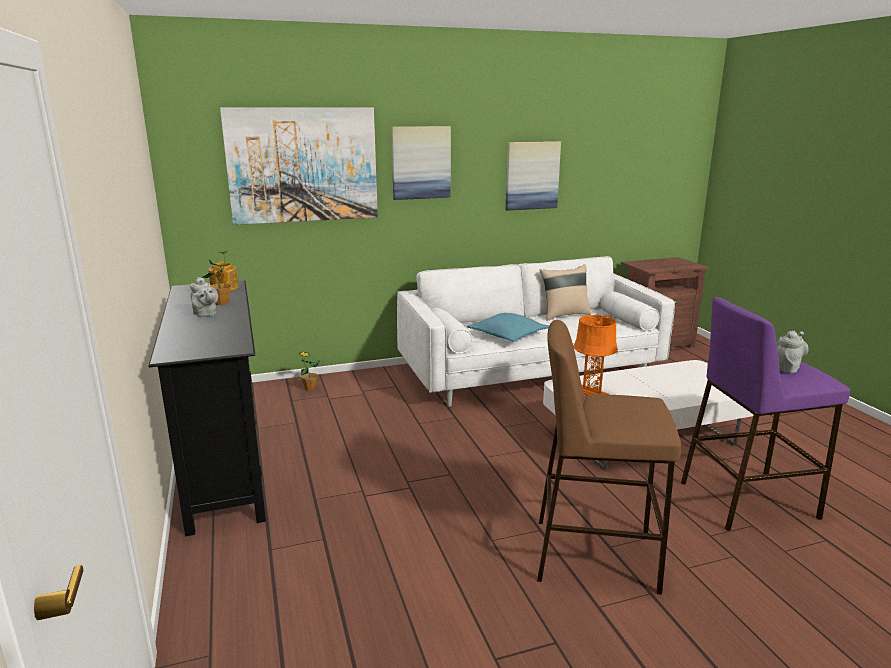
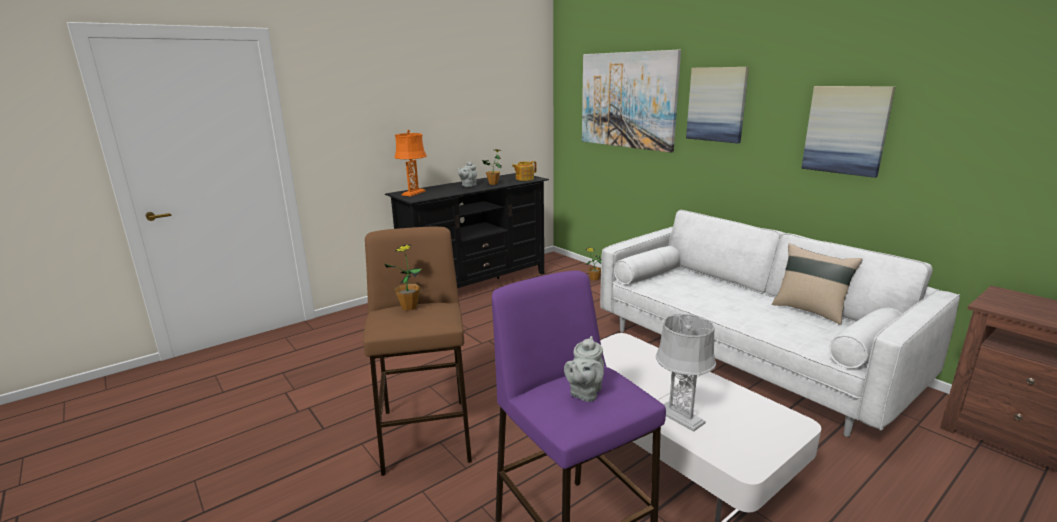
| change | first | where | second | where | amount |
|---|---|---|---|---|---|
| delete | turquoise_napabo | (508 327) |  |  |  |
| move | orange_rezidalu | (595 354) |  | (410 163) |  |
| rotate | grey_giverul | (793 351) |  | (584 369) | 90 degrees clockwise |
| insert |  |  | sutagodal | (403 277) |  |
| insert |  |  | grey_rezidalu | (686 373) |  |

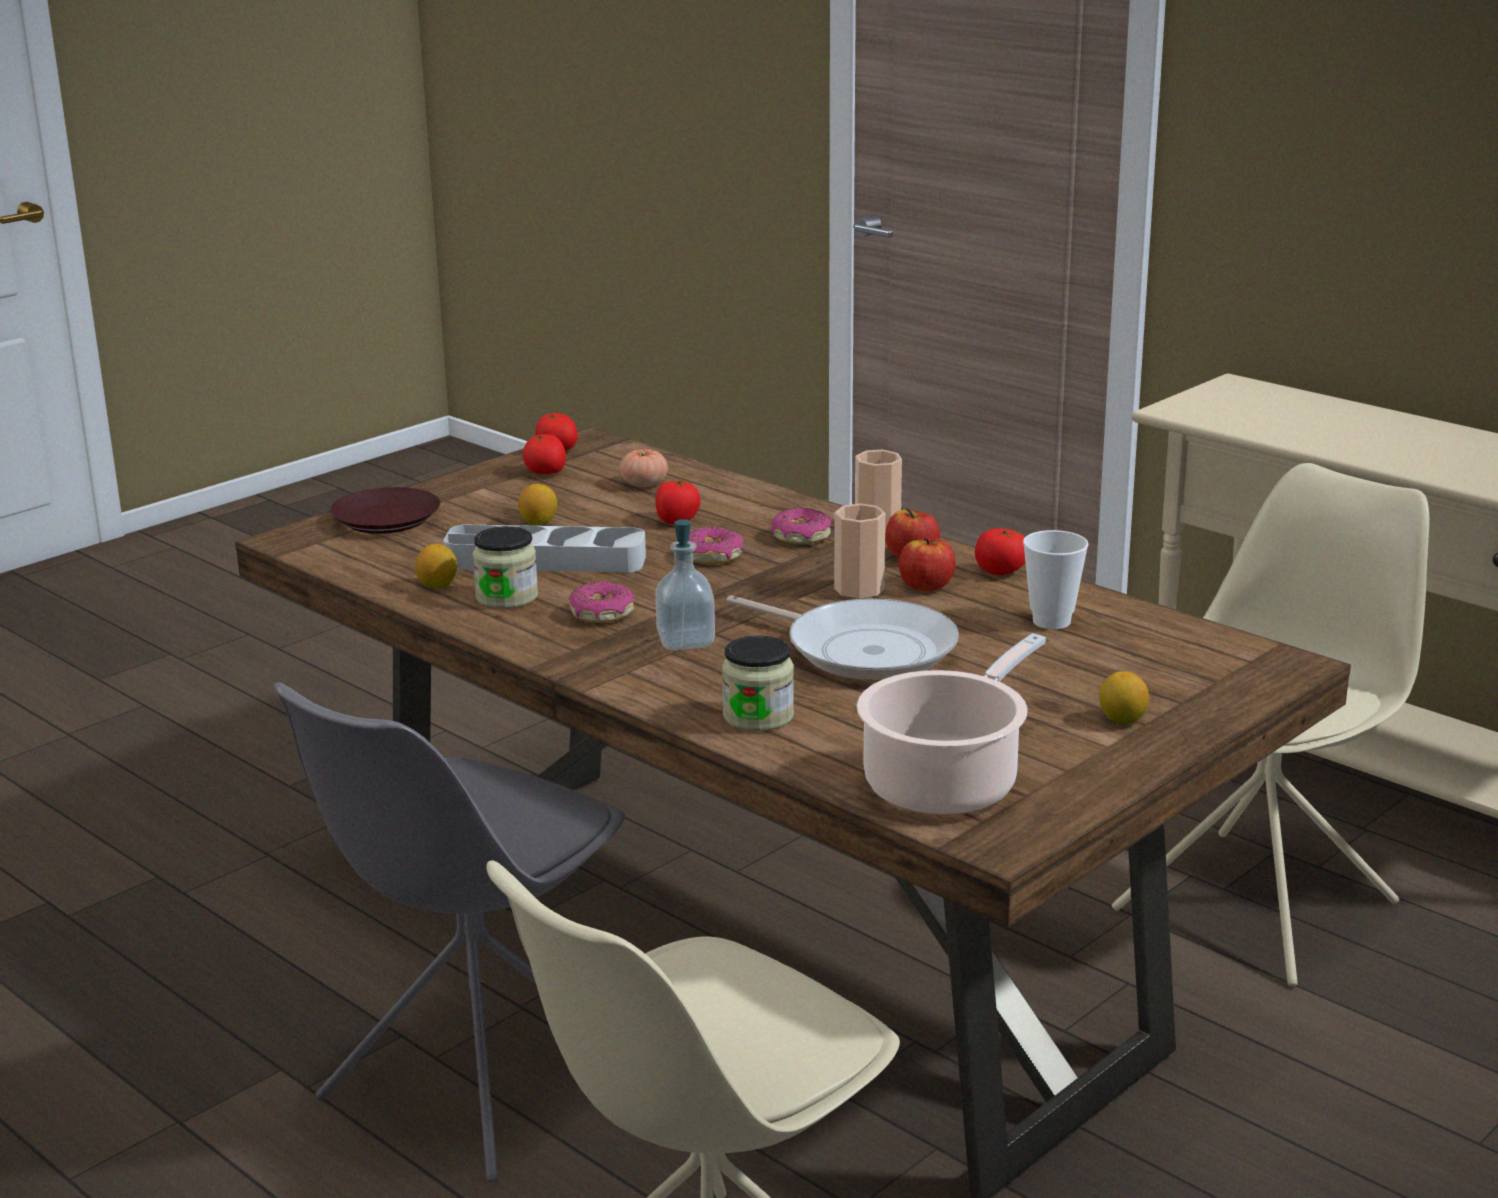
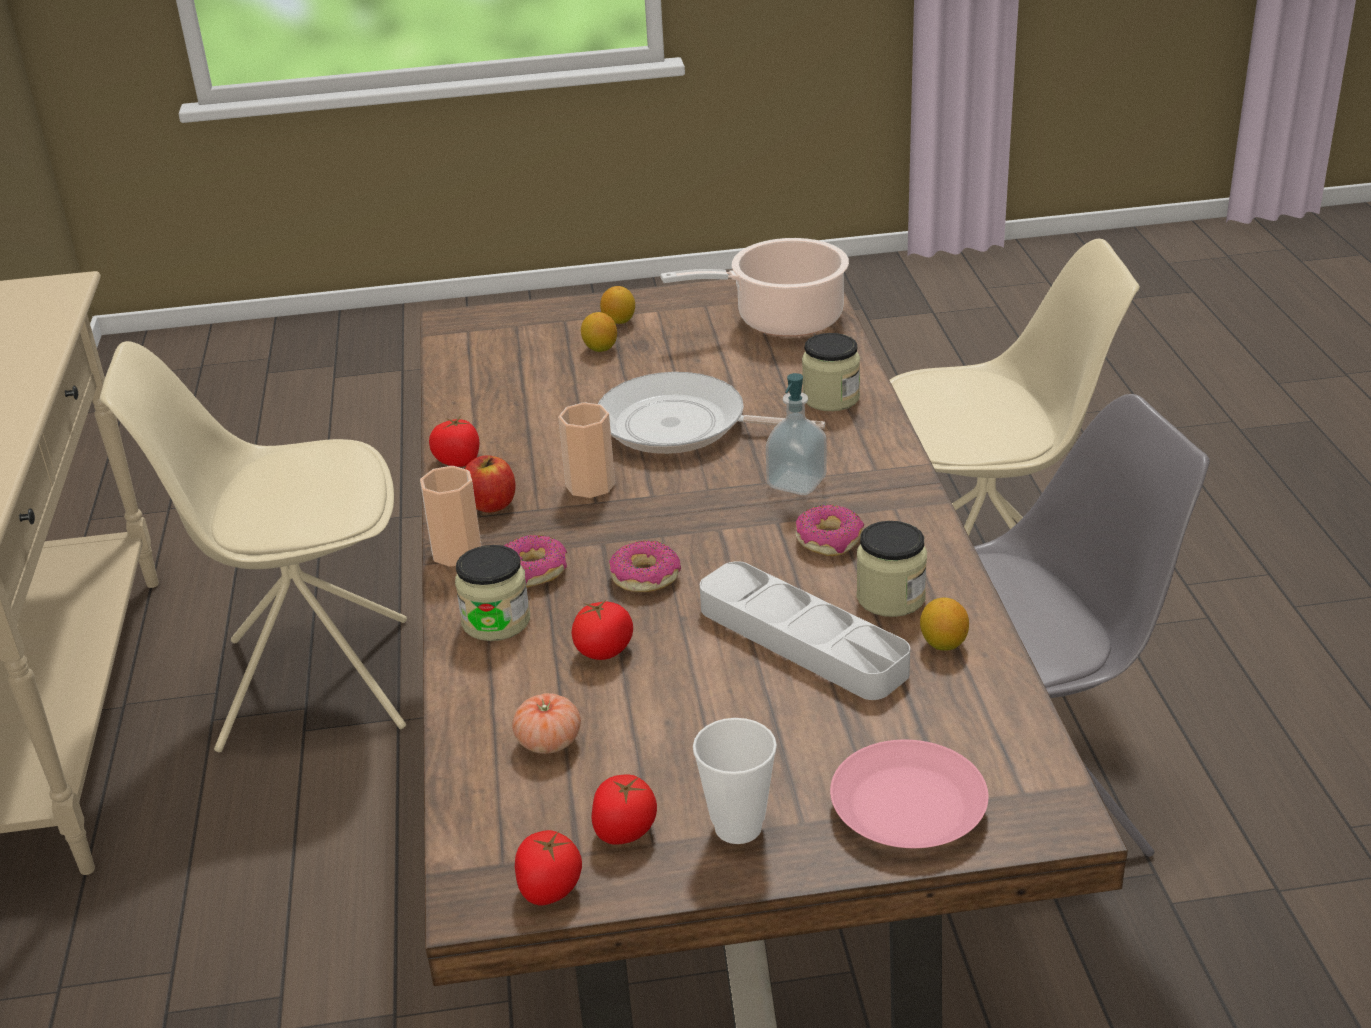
| change | first | where | second | where | amount |
|---|---|---|---|---|---|
| recolor | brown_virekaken | (385 510) | pink_virekaken | (909 794) |  |
| move | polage | (537 504) |  | (599 332) |  |
| rotate | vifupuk | (843 637) |  | (711 413) | 60 degrees counterclockwise |
| delete | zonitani | (927 565) |  |  |  |
| move | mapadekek | (1056 579) |  | (735 781) |  |
| insert |  |  | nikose | (492 593) |  |

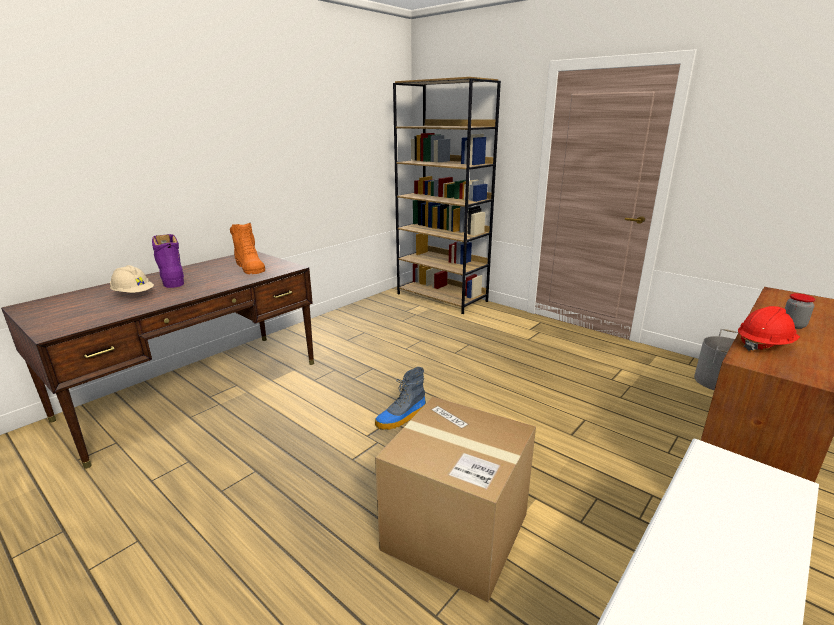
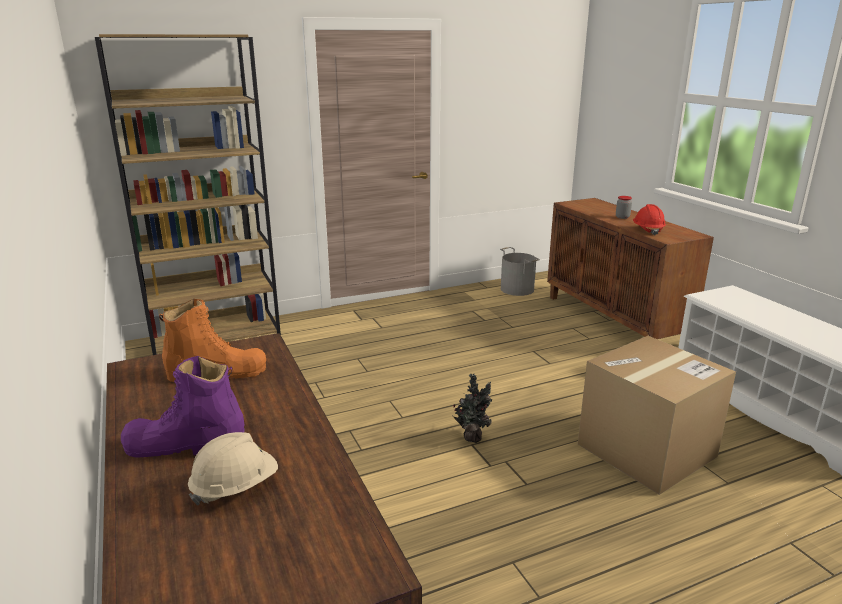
| change | first | where | second | where | amount |
|---|---|---|---|---|---|
| replace | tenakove | (400 398) | sutagodal | (472 408) |  |

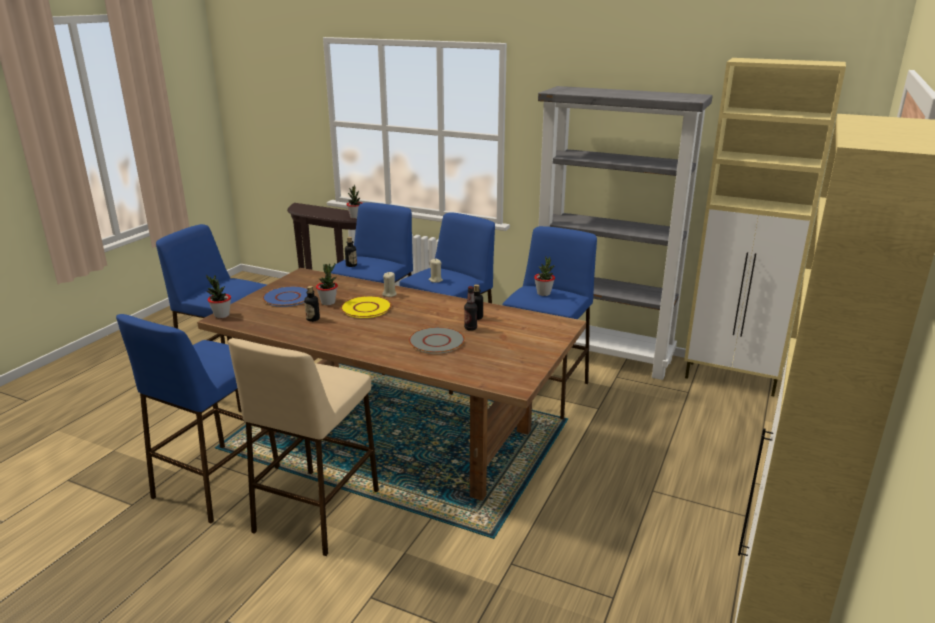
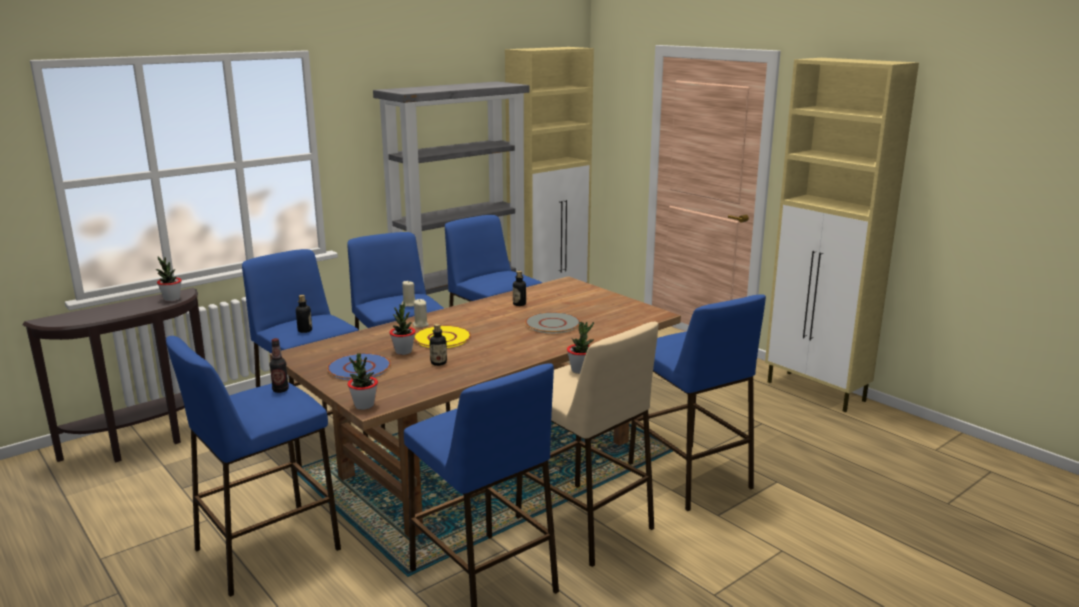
| change | first | where | second | where | amount |
|---|---|---|---|---|---|
| move | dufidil | (470 308) |  | (279 365) |  |
| move | sutagodal | (544 276) |  | (580 348) |  |
| insert |  |  | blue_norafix | (697 402) |  |

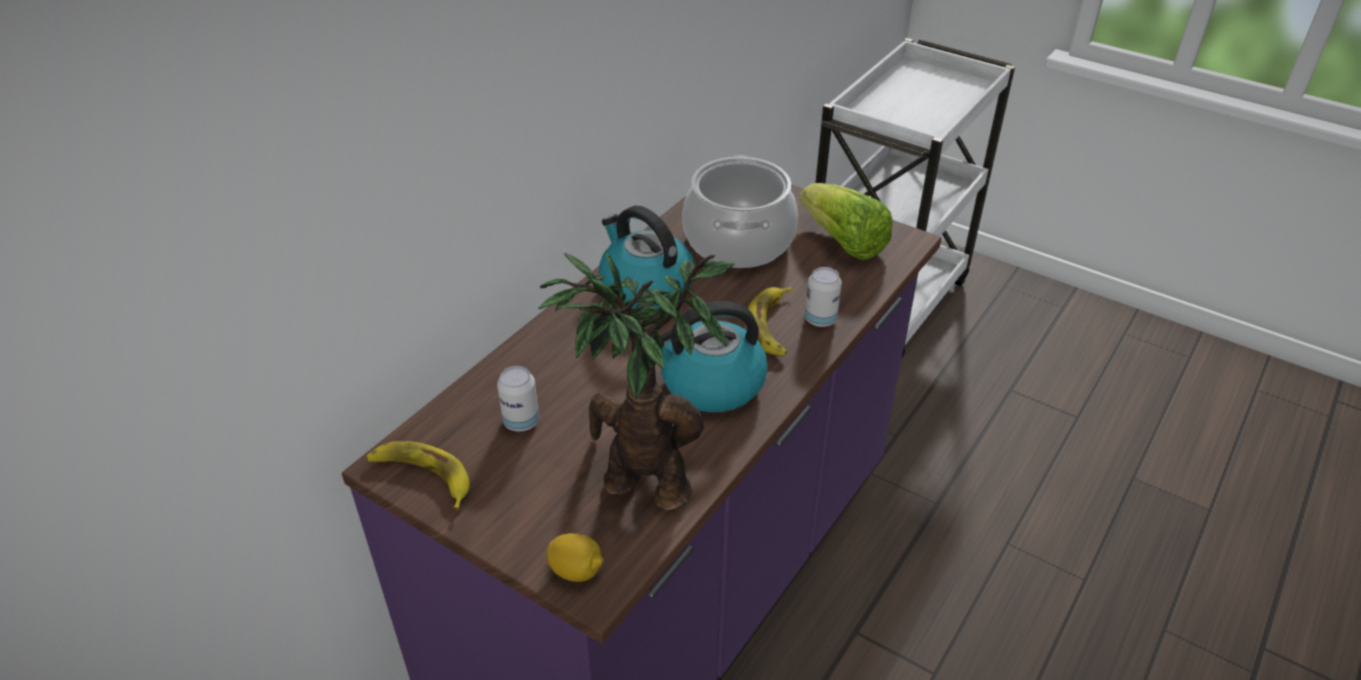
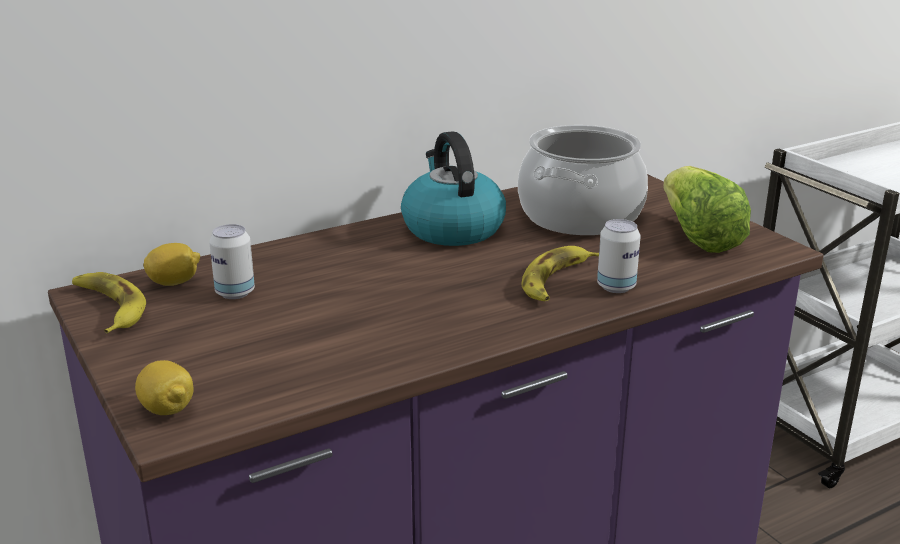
| change | first | where | second | where | amount |
|---|---|---|---|---|---|
| delete | sutagodal | (636 381) |  |  |  |
| delete | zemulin | (714 357) |  |  |  |
| insert |  |  | polage | (171 264) |  |

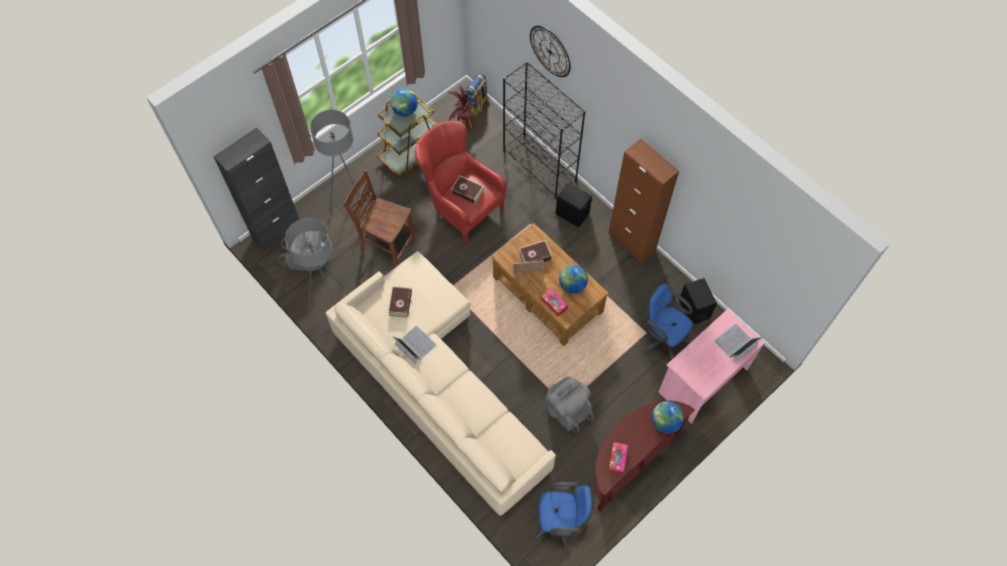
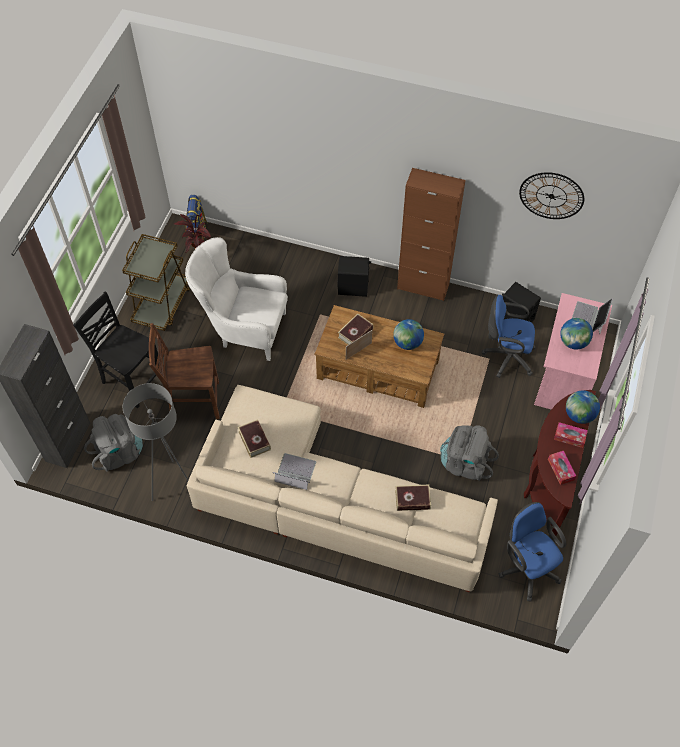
| change | first | where | second | where | amount |
|---|---|---|---|---|---|
| replace | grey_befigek | (338 161) | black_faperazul | (118 349) |  |
| move | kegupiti | (404 102) |  | (576 334) |  |
| recolor | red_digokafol | (460 182) | white_digokafol | (236 299) |  |
| move | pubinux | (467 190) |  | (413 498) |  |
| delete | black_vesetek | (544 130) |  |  |  |
| move | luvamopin | (550 51) |  | (551 195) |  |
| rotate | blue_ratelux | (562 516) |  | (532 552) | 90 degrees counterclockwise |
| move | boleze | (554 303) |  | (571 435) |  |

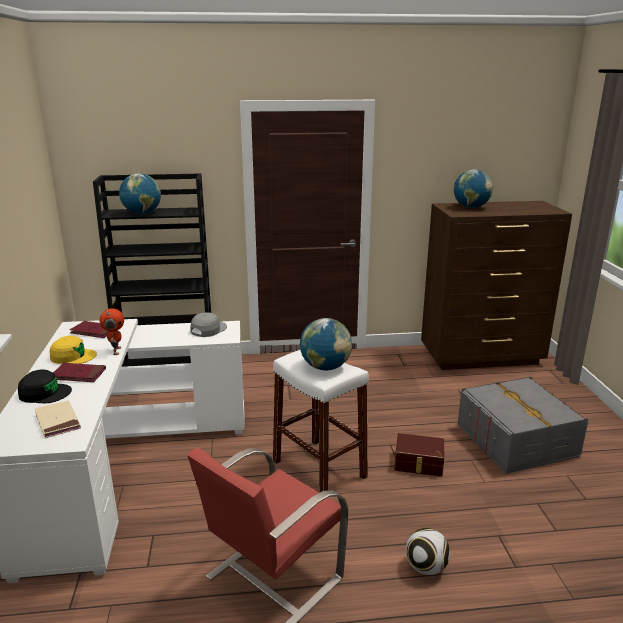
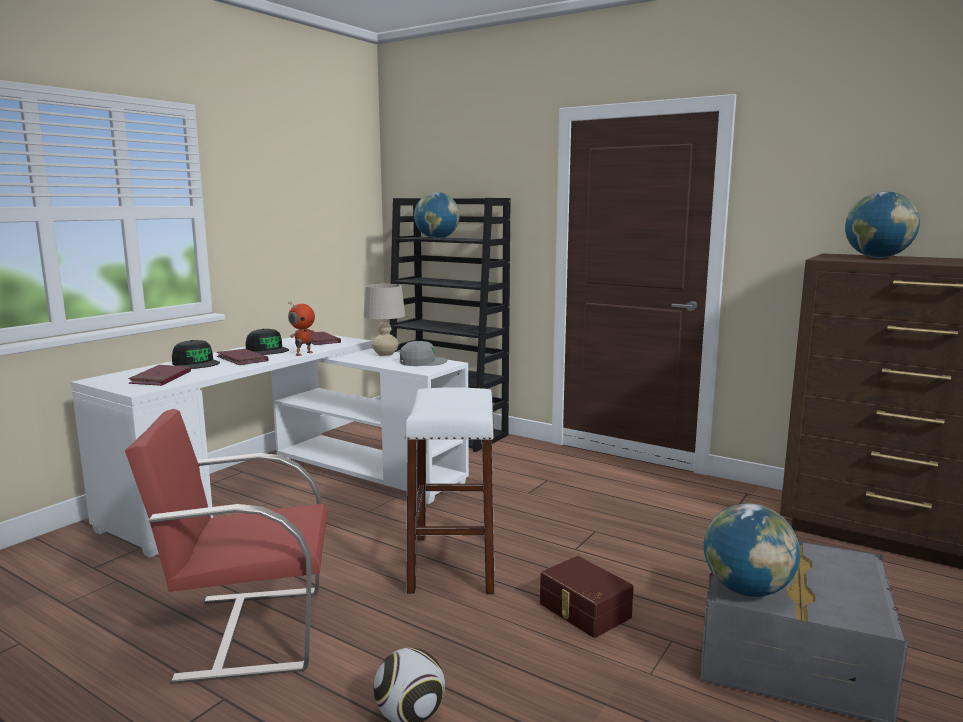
| change | first | where | second | where | amount |
|---|---|---|---|---|---|
| recolor | beige_pubinux | (57 419) | red_pubinux | (159 375) |  |
| recolor | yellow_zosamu | (73 350) | black_zosamu | (267 342) |  |
| move | kegupiti | (326 344) |  | (752 550) |  |
| insert |  |  | beige_rezidalu | (384 320) |  |

